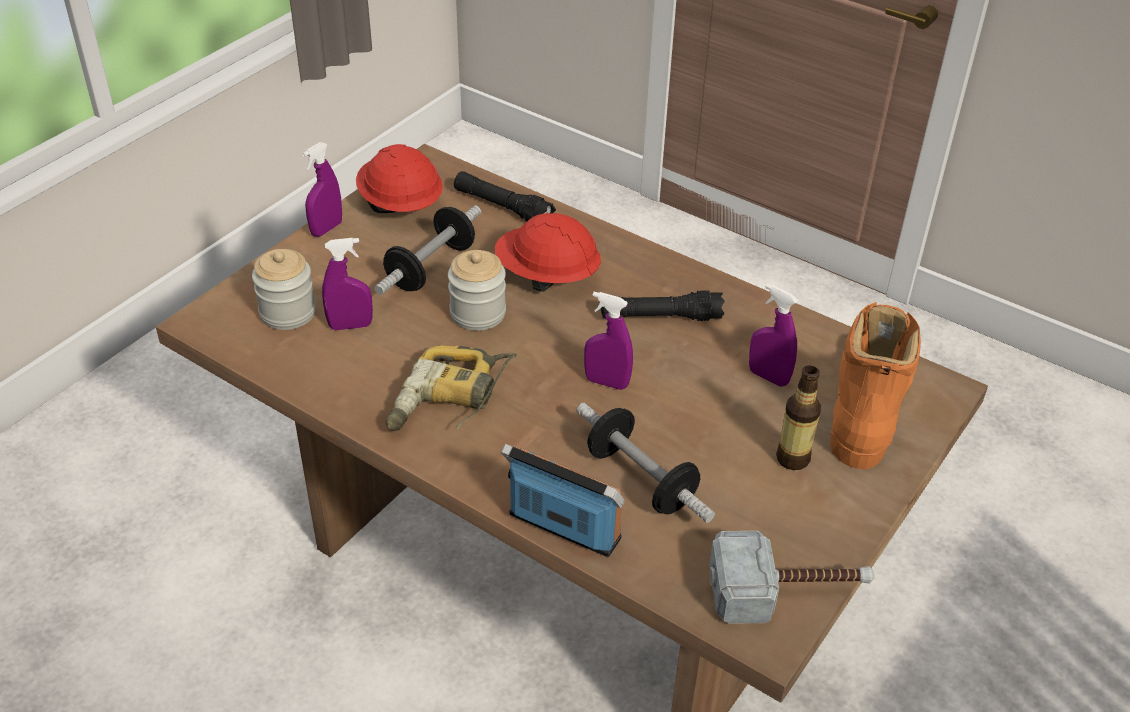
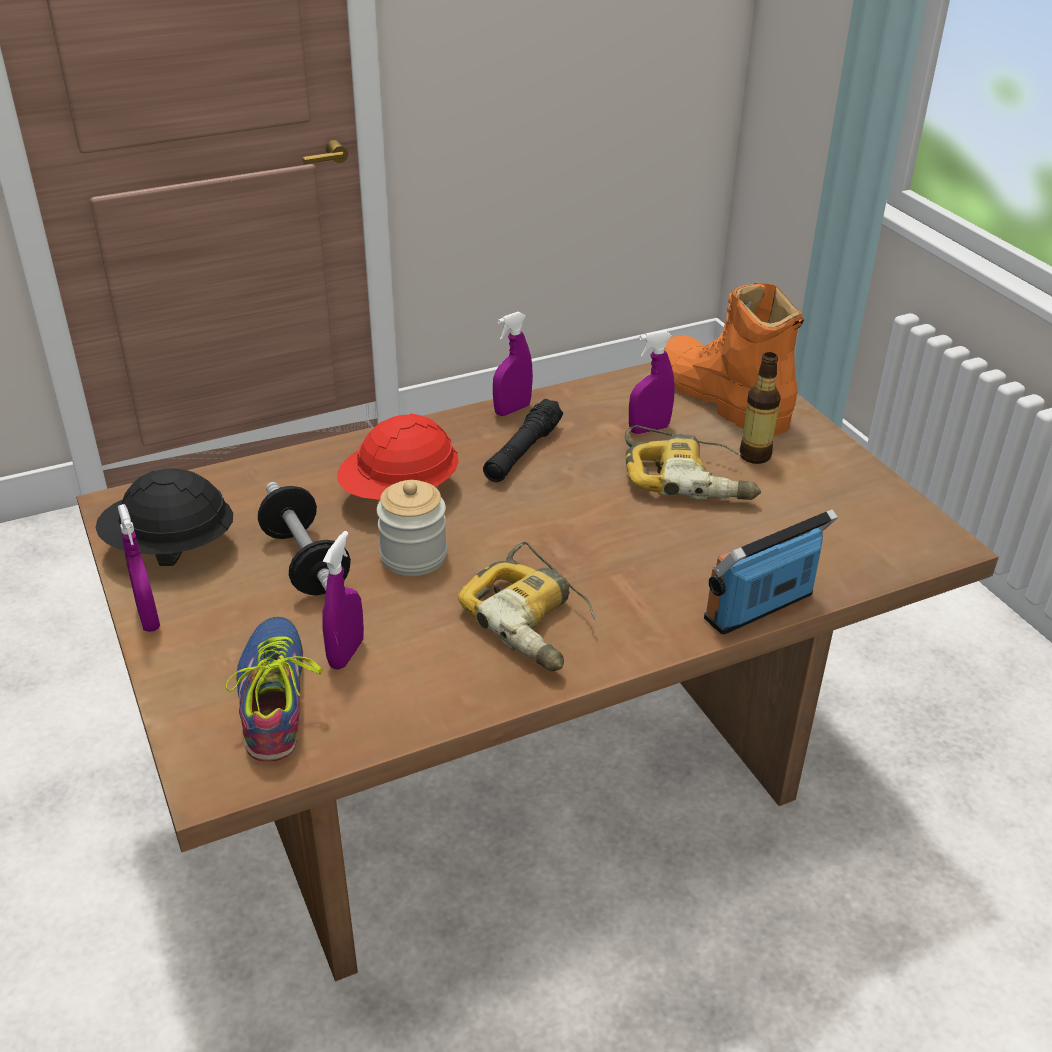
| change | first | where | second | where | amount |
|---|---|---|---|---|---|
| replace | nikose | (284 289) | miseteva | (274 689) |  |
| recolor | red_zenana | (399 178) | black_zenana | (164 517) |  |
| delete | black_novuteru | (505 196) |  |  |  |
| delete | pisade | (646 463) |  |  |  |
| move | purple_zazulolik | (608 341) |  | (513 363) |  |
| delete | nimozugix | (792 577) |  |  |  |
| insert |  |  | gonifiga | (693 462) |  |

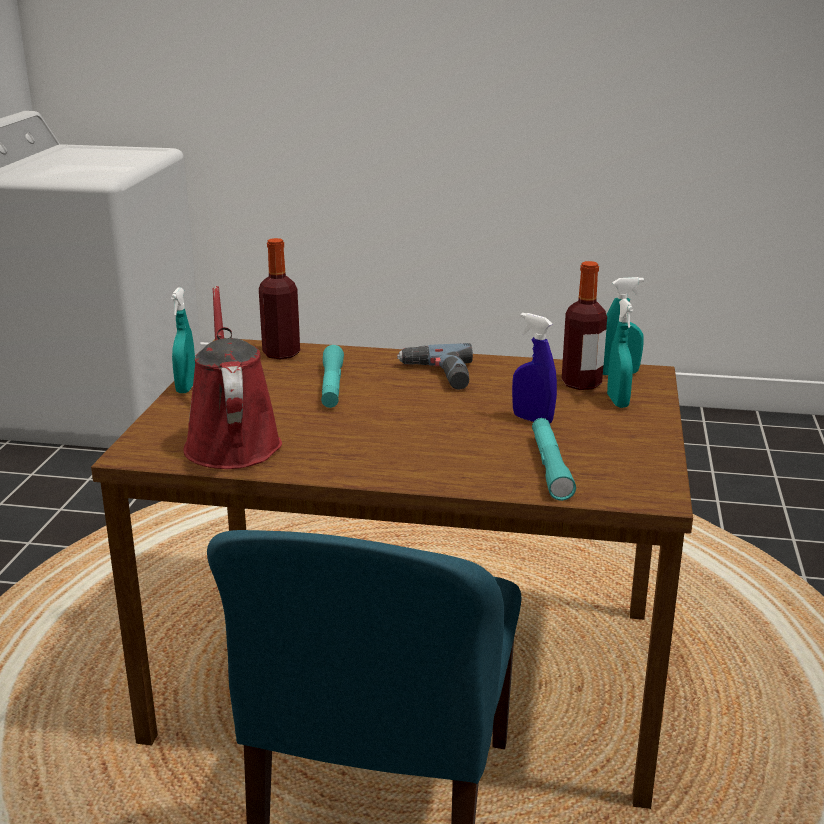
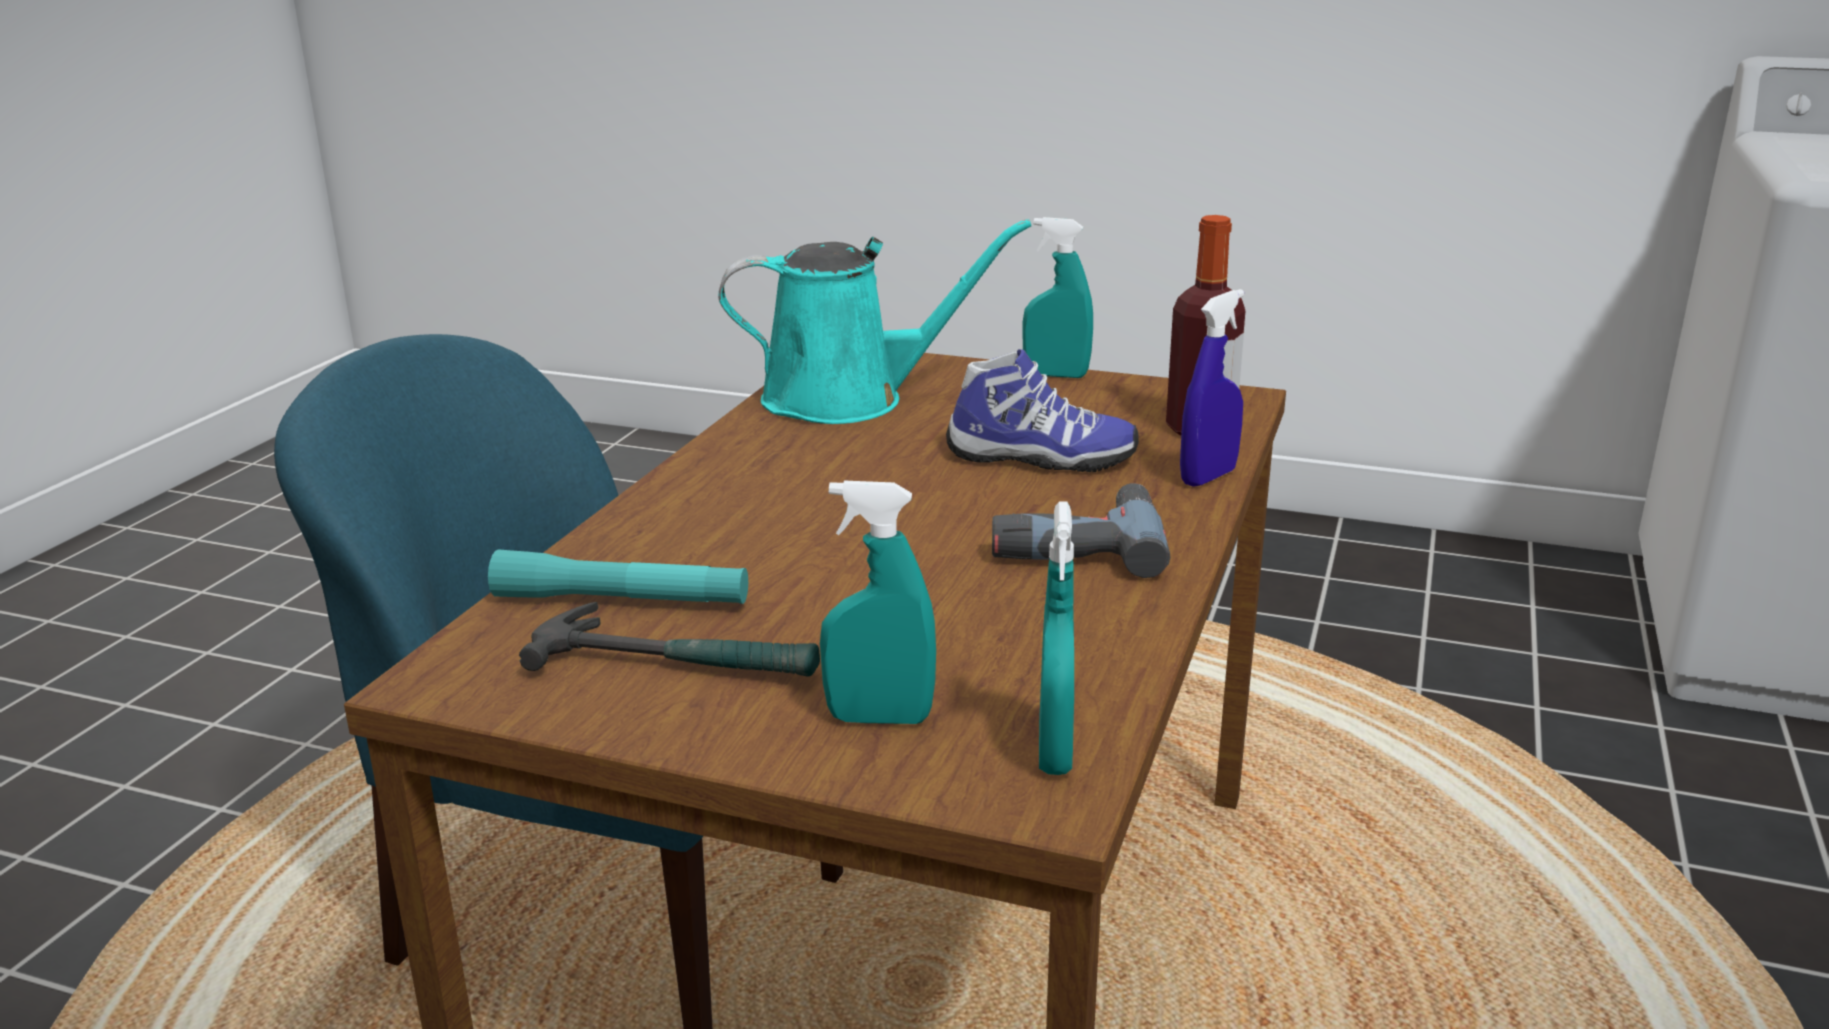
| change | first | where | second | where | amount |
|---|---|---|---|---|---|
| recolor | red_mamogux | (232 377) | turquoise_mamogux | (874 321) |  |
| replace | turquoise_novuteru | (332 376) | miseteva | (1042 410) |  |
| move | blue_zazulolik | (534 368) |  | (1212 387) |  |
| delete | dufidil | (584 325) |  |  |  |
| insert |  |  | nimozugix | (669 639) |  |

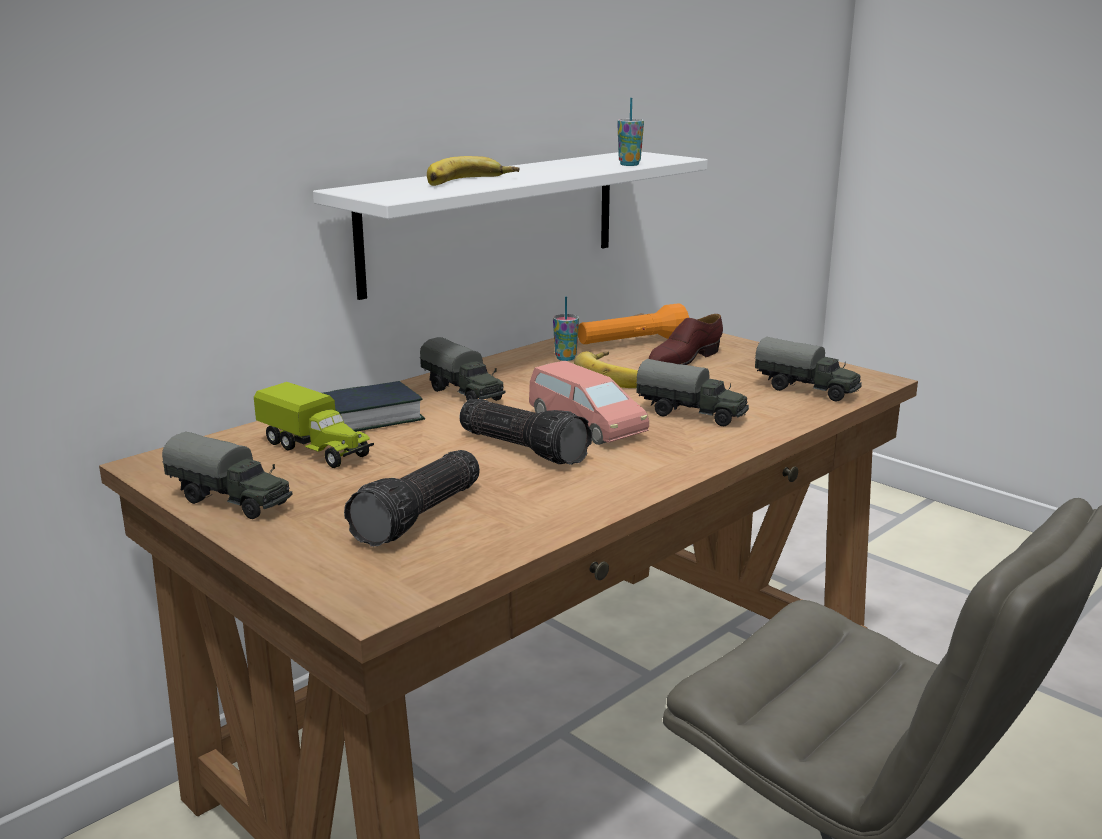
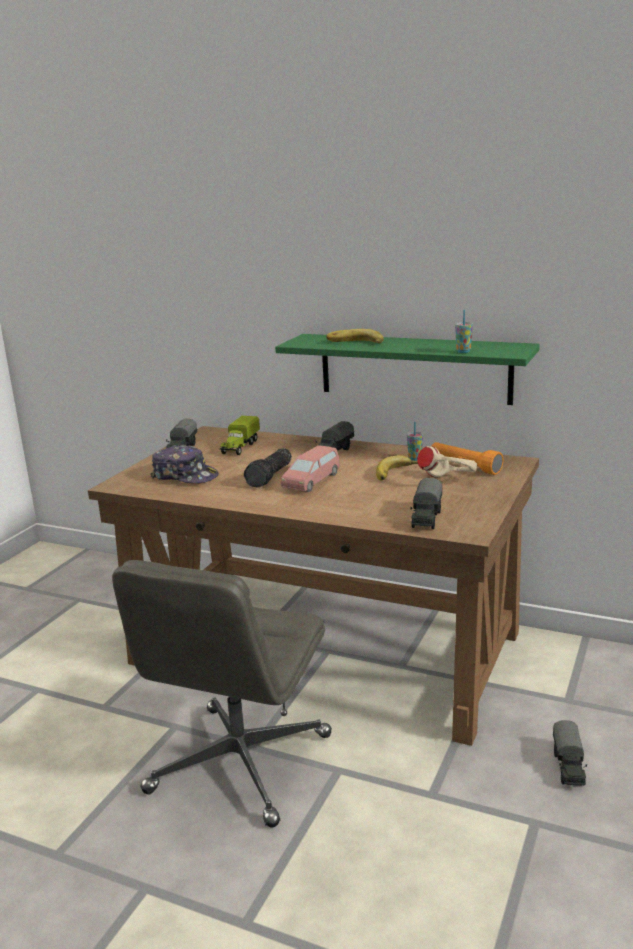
| change | first | where | second | where | amount |
|---|---|---|---|---|---|
| recolor | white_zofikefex | (510 226) | green_zofikefex | (407 369) |  |
| delete | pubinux | (374 406) |  |  |  |
| replace | novuteru | (412 498) | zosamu | (184 464) |  |
| move | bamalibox | (692 392) |  | (570 753) |  |
| replace | brown_miseteva | (685 339) | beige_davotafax | (447 462) |  |

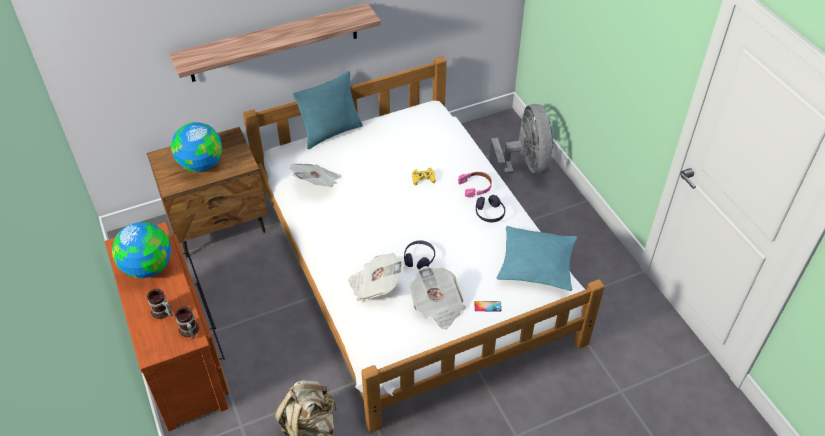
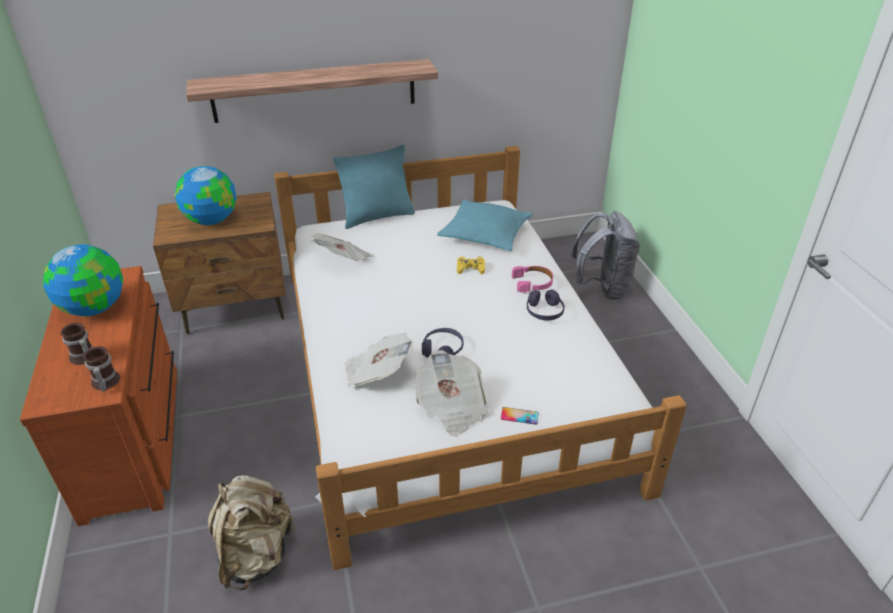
| change | first | where | second | where | amount |
|---|---|---|---|---|---|
| replace | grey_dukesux | (521 142) | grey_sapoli | (605 255) |  |
| move | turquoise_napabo | (537 258) |  | (485 225) |  |

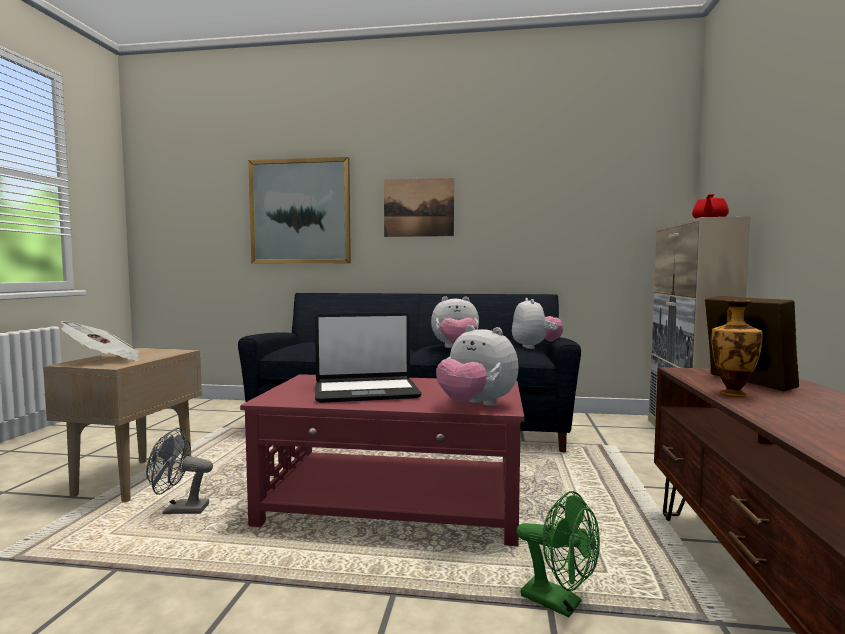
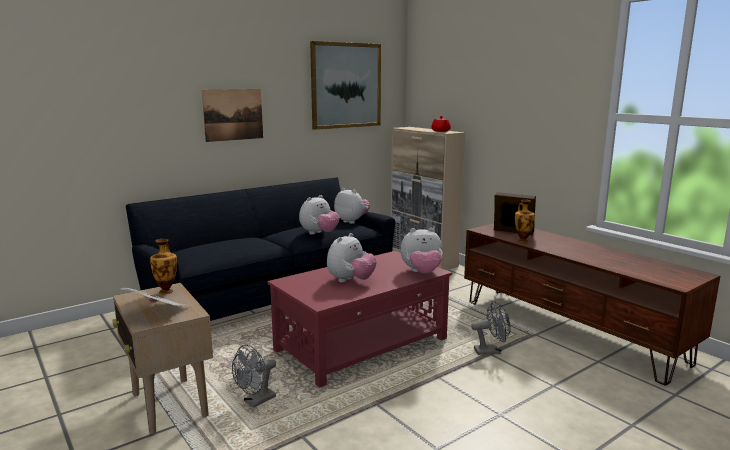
| change | first | where | second | where | amount |
|---|---|---|---|---|---|
| move | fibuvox | (299 210) |  | (345 85) |  |
| replace | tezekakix | (368 357) | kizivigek | (352 258) |  |
| recolor | green_dukesux | (558 554) | grey_dukesux | (491 328) |  |
| insert |  |  | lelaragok | (163 267) |  |

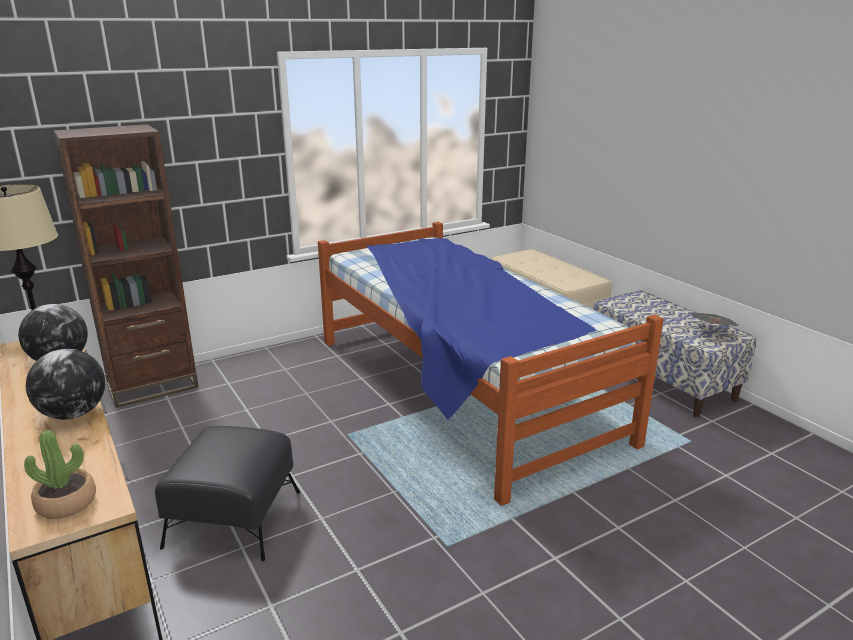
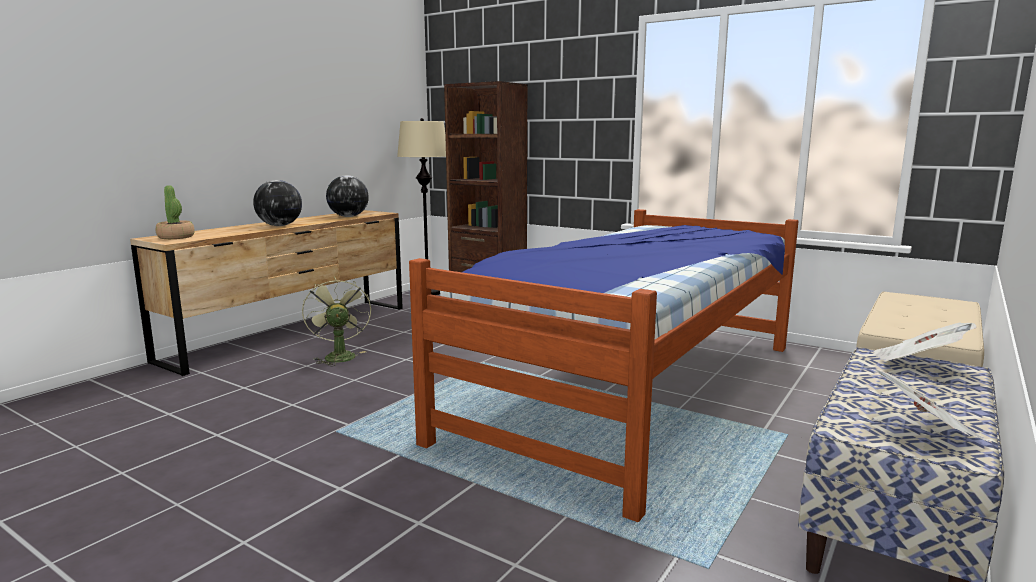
| change | first | where | second | where | amount |
|---|---|---|---|---|---|
| replace | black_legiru | (227 494) | green_dukesux | (336 321) |  |
| insert |  |  | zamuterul | (924 342) |  |

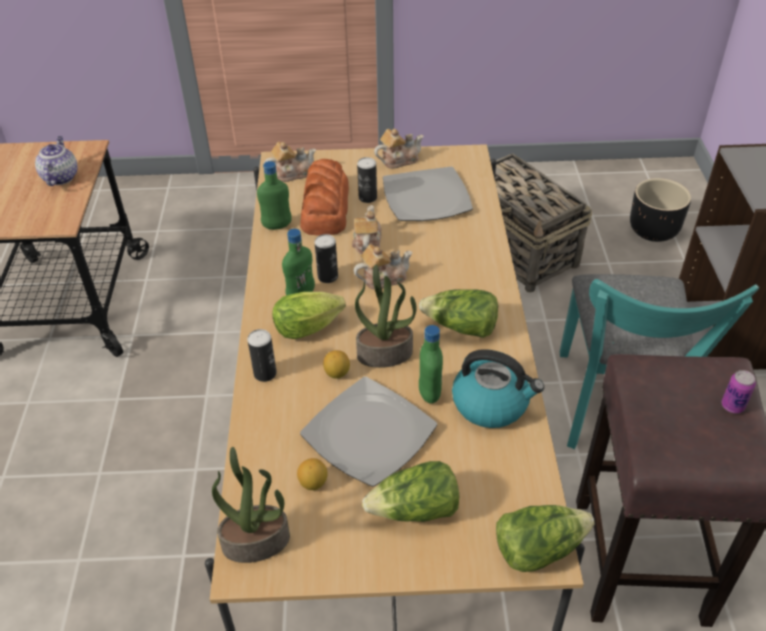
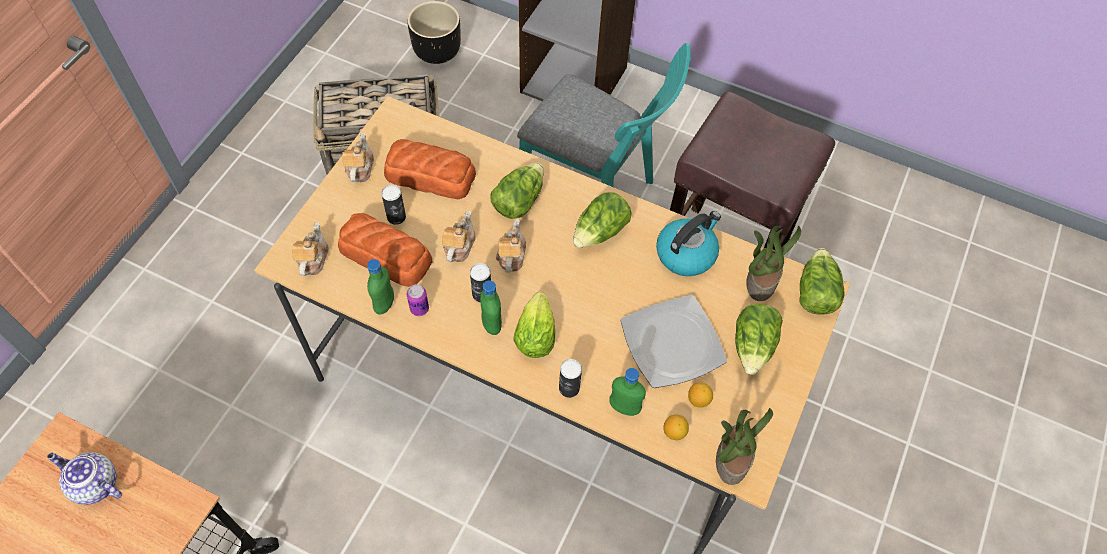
| change | first | where | second | where | amount |
|---|---|---|---|---|---|
| move | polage | (336 364) |  | (676 427) |  |
| rotate | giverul | (367 229) |  | (459 236) | 75 degrees clockwise |
| move | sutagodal | (386 316) |  | (773 263) |  |
| replace | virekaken | (428 193) | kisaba | (430 169) |  |
| move | green_dufidil | (431 364) |  | (627 392) |  |
| move | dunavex | (739 391) |  | (418 300) |  |
| insert |  |  | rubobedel | (517 191) |  |

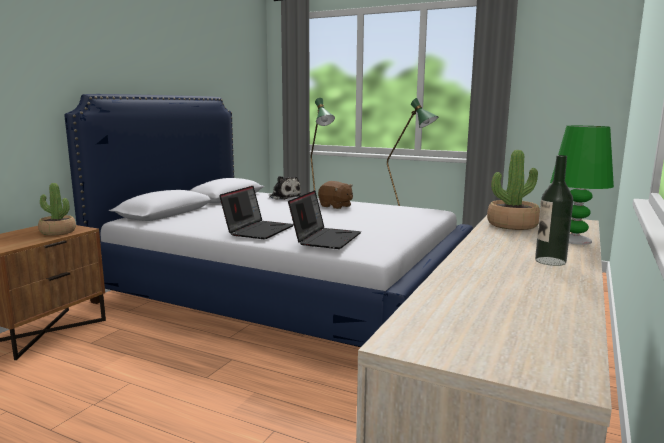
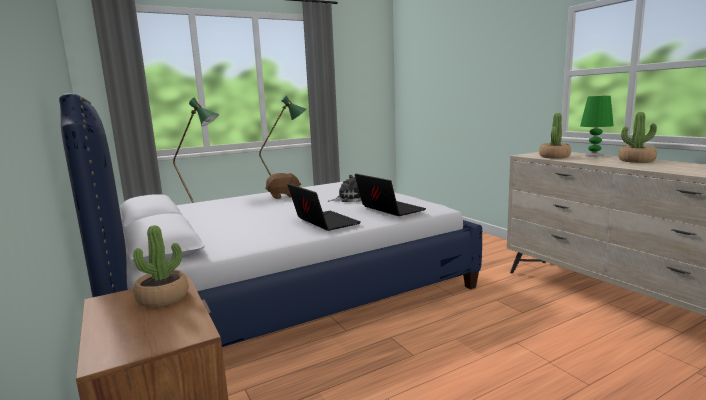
| change | first | where | second | where | amount |
|---|---|---|---|---|---|
| move | kizivigek | (285 188) |  | (345 188) |  |
| replace | dufidil | (554 210) | sutagodal | (637 137) |  |

